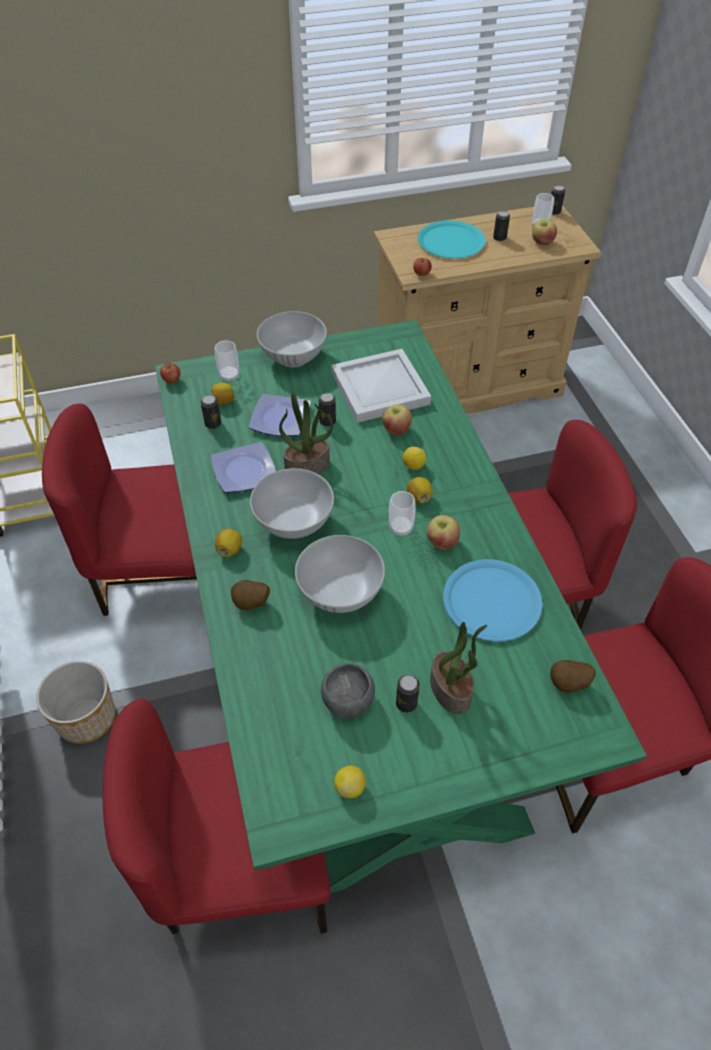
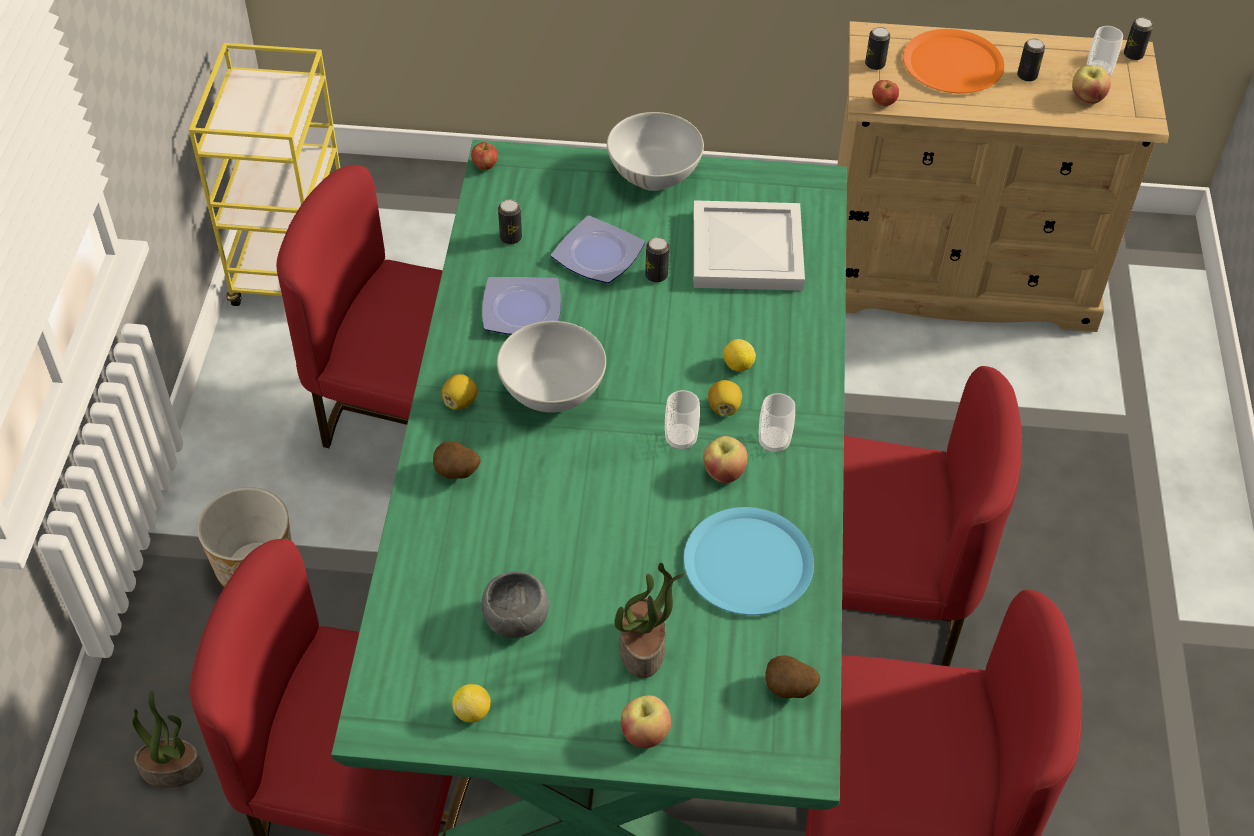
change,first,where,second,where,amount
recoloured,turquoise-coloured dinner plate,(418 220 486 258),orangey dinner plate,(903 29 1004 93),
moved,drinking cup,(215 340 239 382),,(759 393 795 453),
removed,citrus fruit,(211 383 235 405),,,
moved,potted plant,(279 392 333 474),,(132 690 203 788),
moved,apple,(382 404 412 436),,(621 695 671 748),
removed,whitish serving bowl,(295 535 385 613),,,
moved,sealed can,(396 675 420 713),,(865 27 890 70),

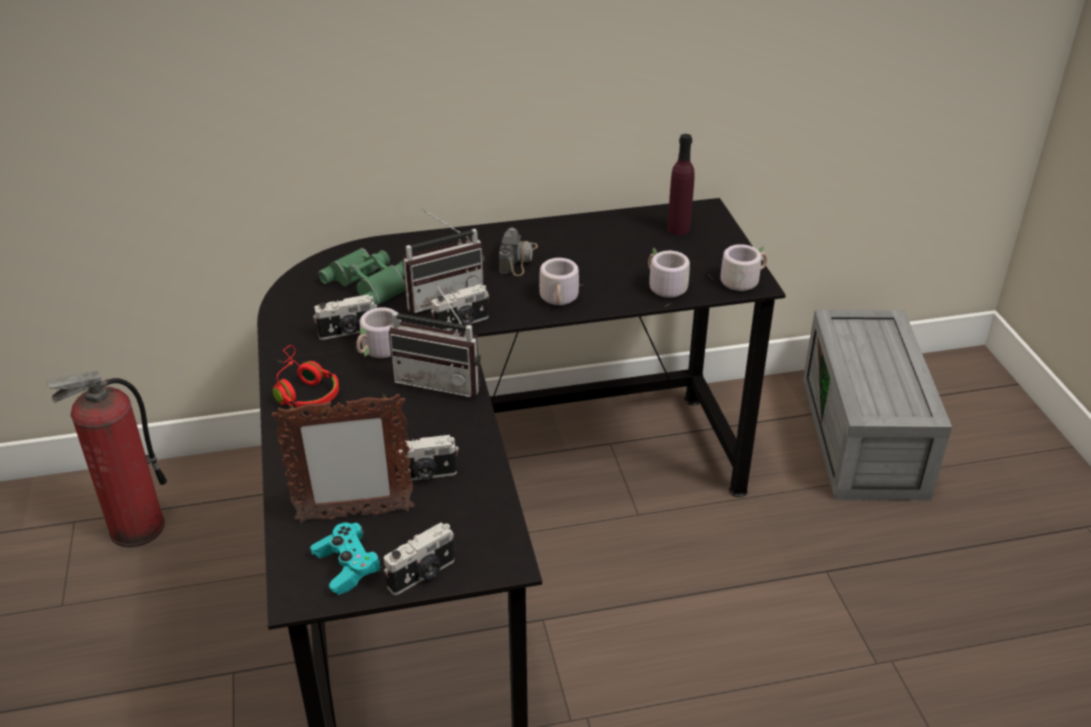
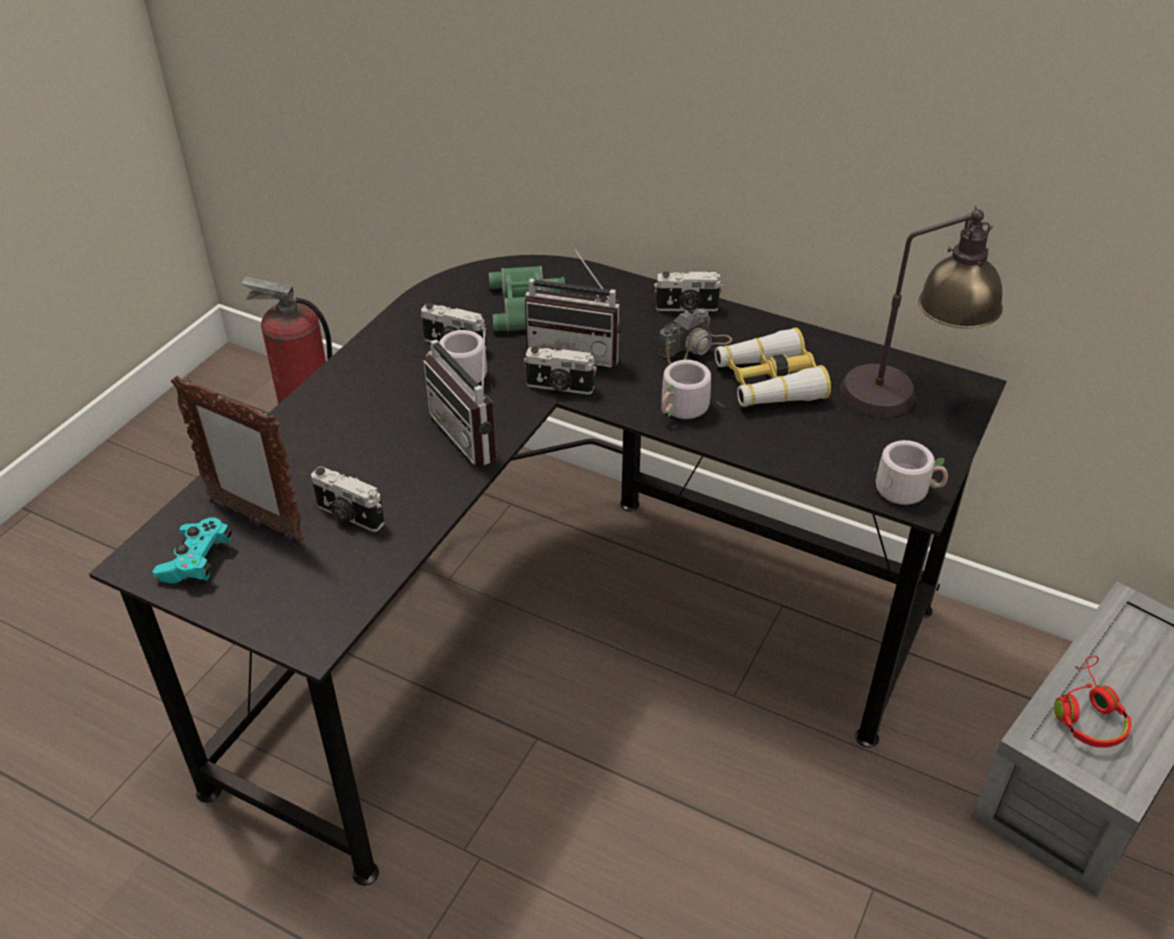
change,first,where,second,where,amount
replaced,purple drink bottle,(667 134 695 235),lamp for a table,(840 205 1003 418),
removed,gray tea mug,(648 248 690 306),,,
moved,reddish pair of headphones,(273 345 339 409),,(1054 656 1132 748),
moved,photo camera,(384 522 454 595),,(654 271 723 311),
added,,,pair of binoculars,(715 327 831 407),

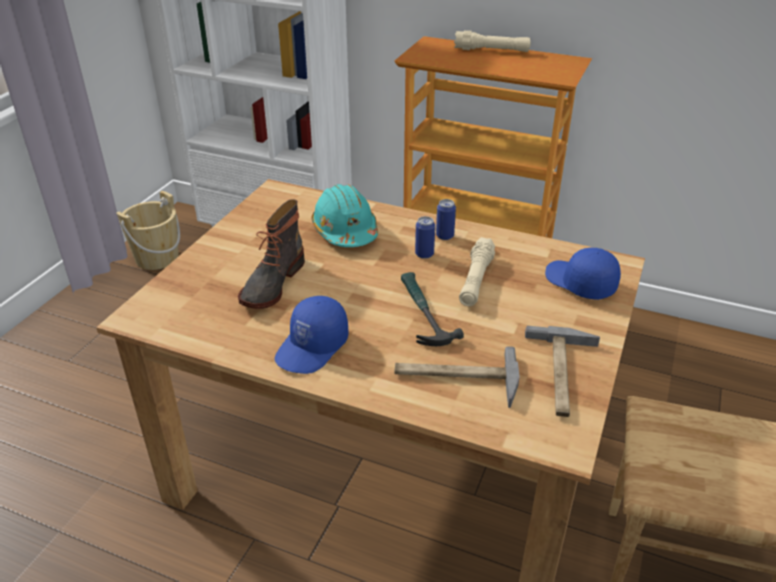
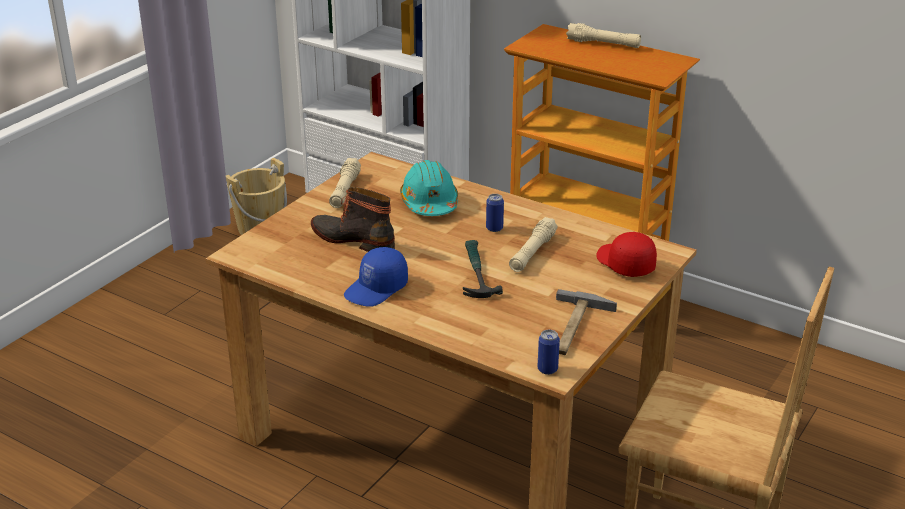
change,first,where,second,where,amount
turned,tall boot,(238 199 305 309),,(311 187 395 252),90 degrees clockwise
moved,sealed can,(436 199 456 240),,(537 330 560 375),
recoloured,blue baseball cap,(545 248 621 300),reddish baseball cap,(596 232 657 277),
removed,tool hammer,(395 346 520 408),,,
added,,,sand-coloured hand torch,(329 158 361 208),

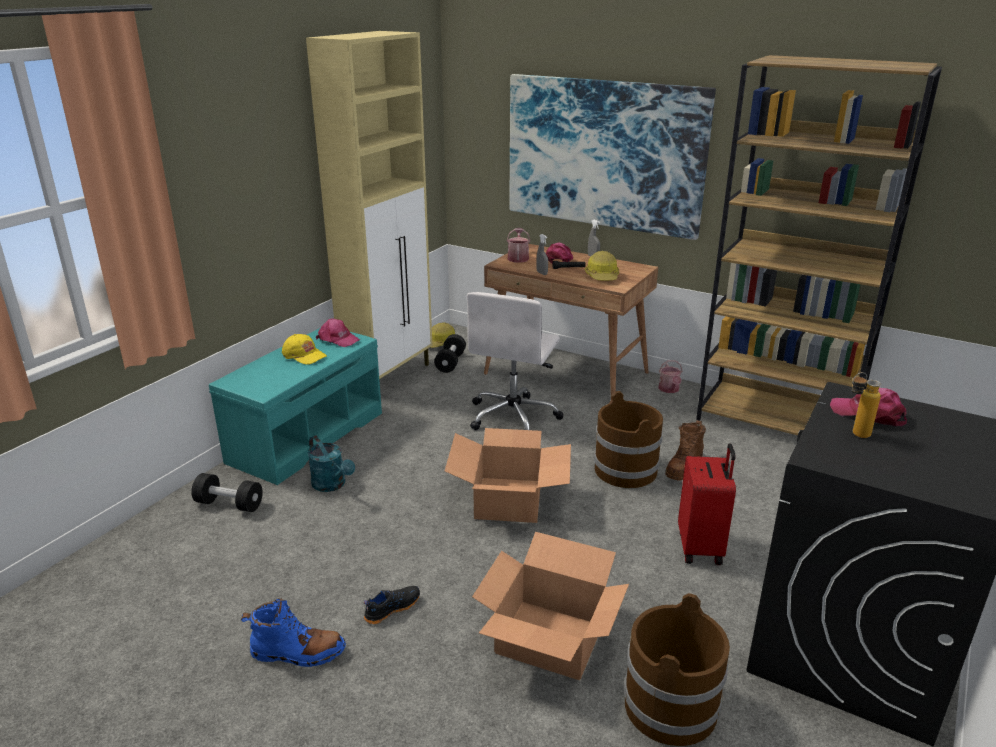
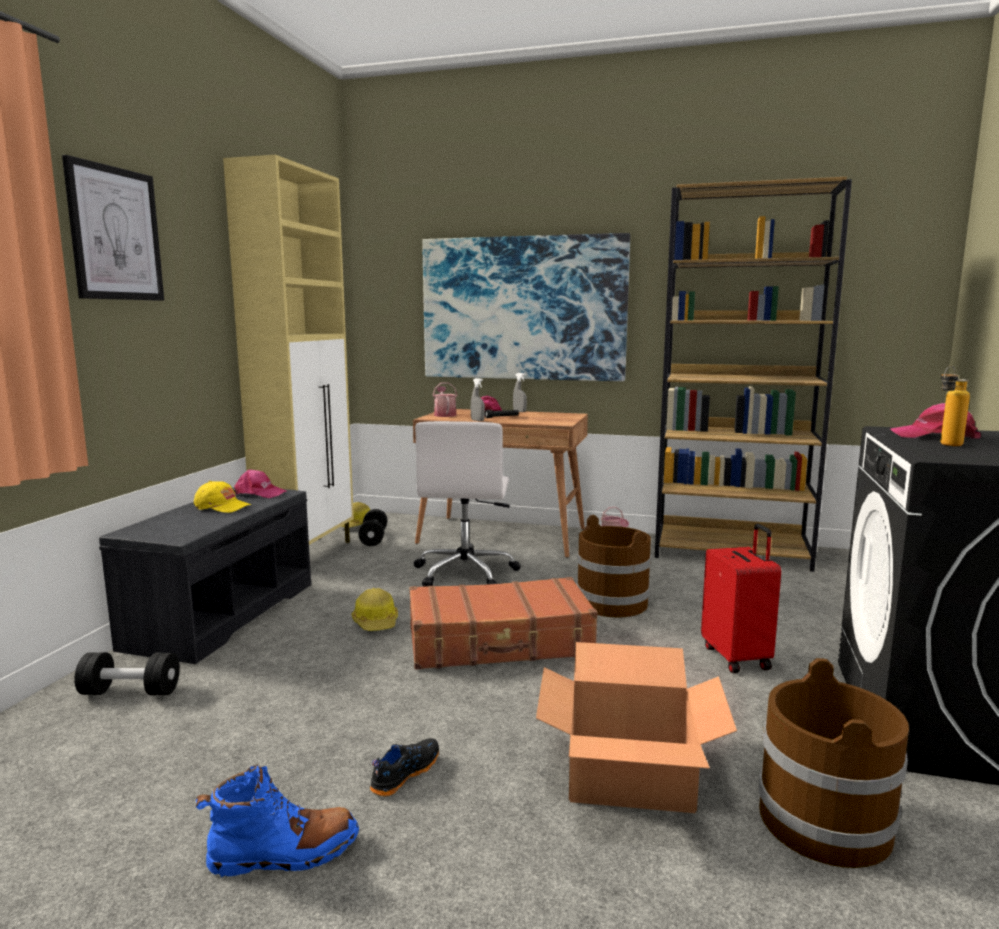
change,first,where,second,where,amount
moved,hard hat,(585 251 619 281),,(352 588 398 631),
recoloured,turquoise-coloured long seat,(209 328 382 485),gray long seat,(99 487 311 664),
removed,brown-coloured tall boot,(665 420 706 481),,,
replaced,carton,(445 428 571 523),brown-coloured piece of luggage,(409 577 597 670),
removed,turquoise-coloured watering pot,(308 435 355 492),,,
added,,,picture,(62 155 164 301),

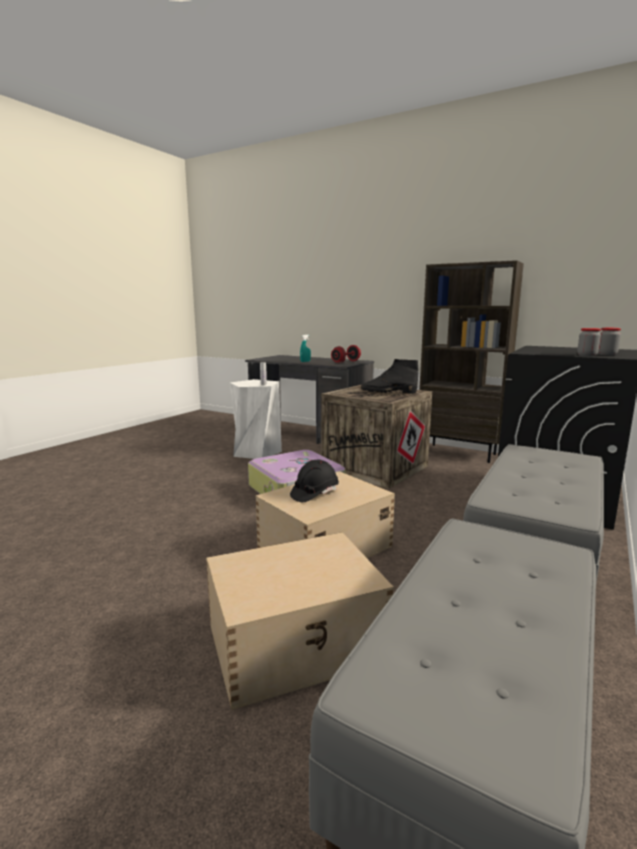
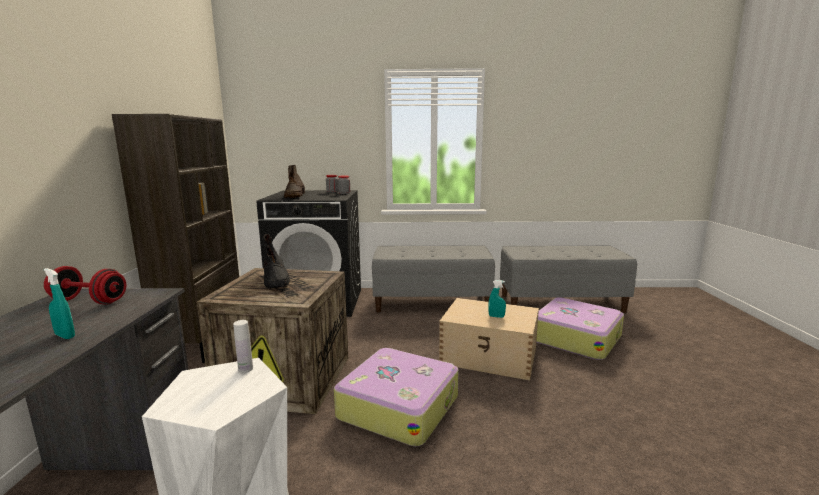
change,first,where,second,where,amount
replaced,black hard hat,(290 460 339 502),turquoise-coloured hand sprayer,(488 280 506 318),
replaced,sand-coloured storage bin,(206 532 394 710),piece of luggage,(536 297 624 360),
added,,,brown-coloured tall boot,(284 165 305 198),

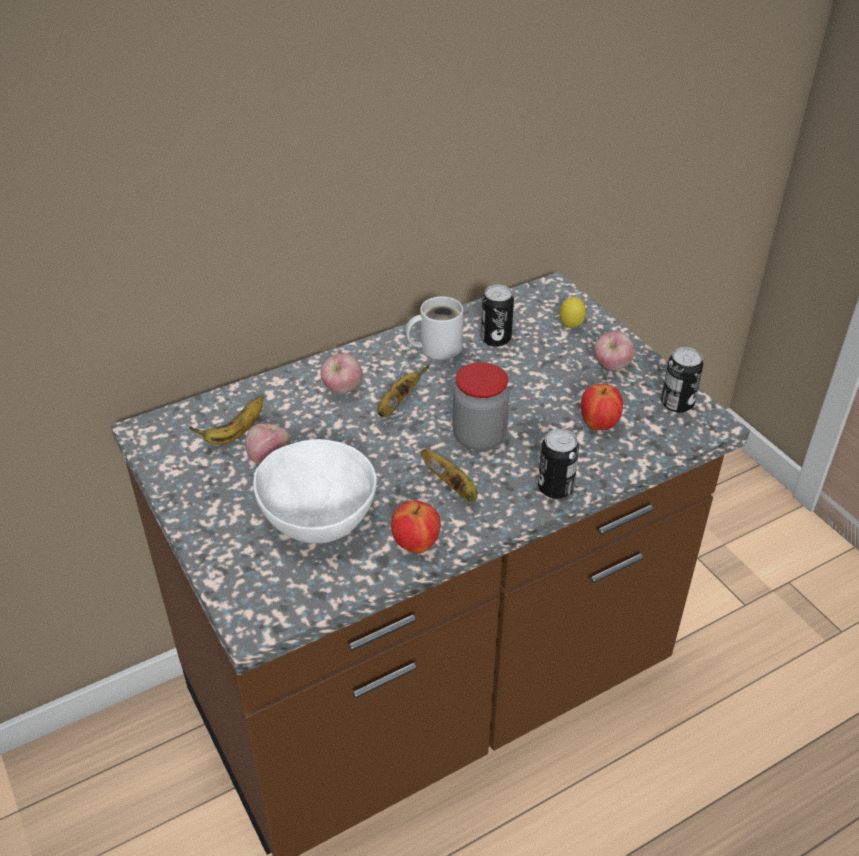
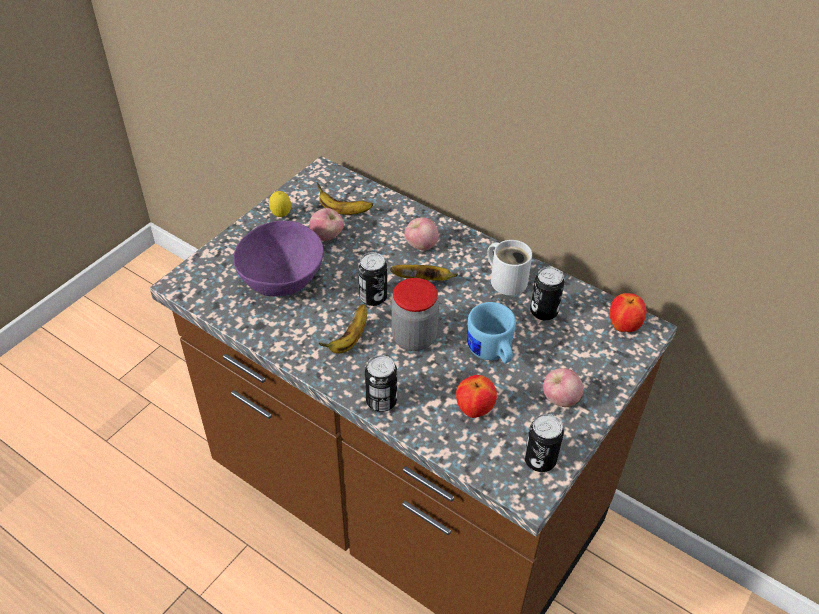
change,first,where,second,where,amount
moved,citrus fruit,(560 297 586 328),,(269 191 291 217),
recoloured,whitish serving bowl,(253 439 376 543),purple serving bowl,(233 221 324 296),
moved,apple,(391 500 441 554),,(610 293 646 332),
added,,,sealed can,(358 252 387 306),
added,,,blue tea mug,(467 302 516 363),

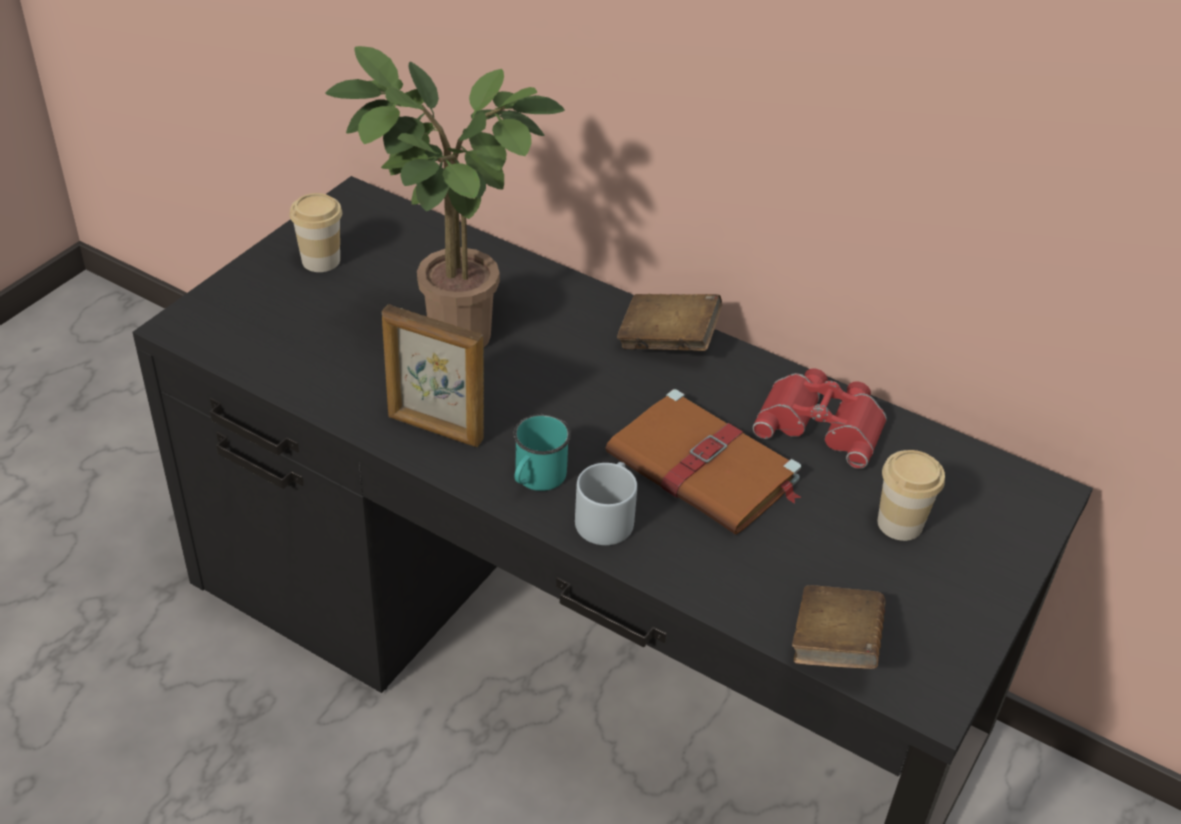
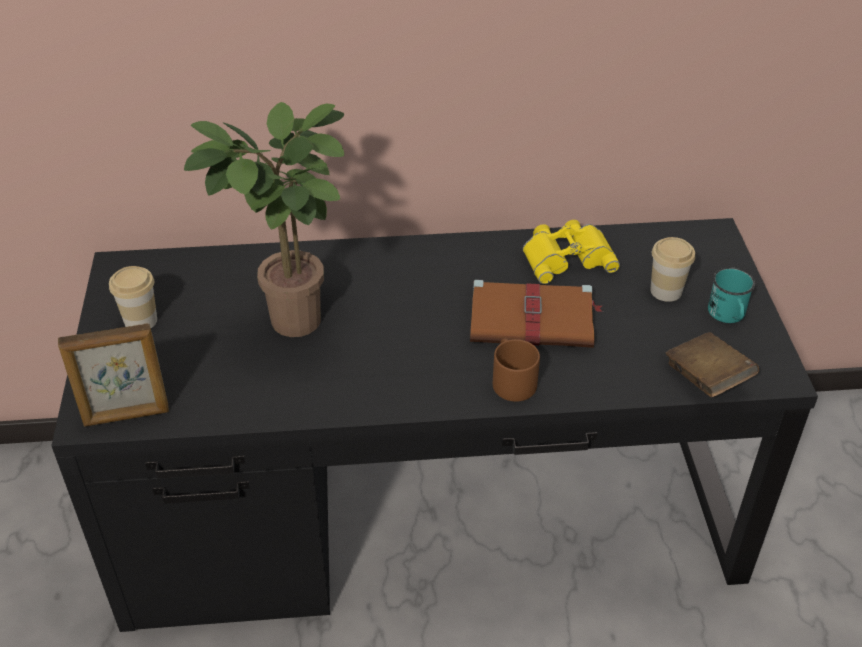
change,first,where,second,where,amount
removed,brown-coloured bound book,(617 294 722 351),,,
moved,photo frame,(382 304 484 447),,(58 323 169 426),
recoloured,reddish pair of binoculars,(753 368 887 469),yellow pair of binoculars,(523 220 620 284),
moved,turquoise-coloured tea mug,(514 414 571 491),,(708 268 755 323),
recoloured,gray tea mug,(575 462 637 545),brown-coloured tea mug,(493 338 540 402),

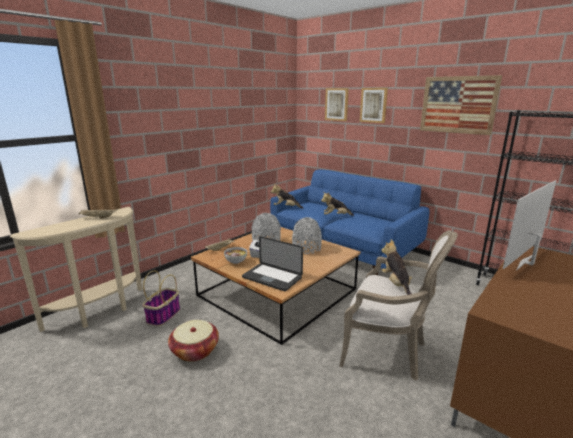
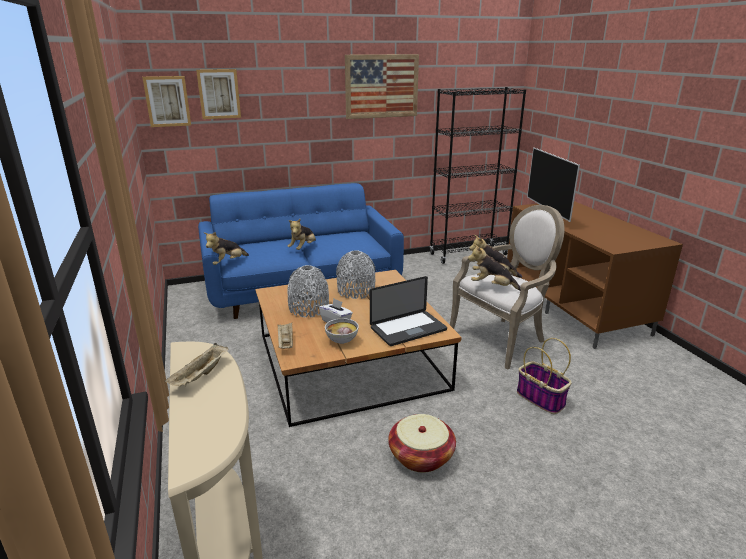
change,first,where,second,where,amount
moved,picture,(360 88 388 123),,(142 76 191 127),
moved,storage basket,(142 271 180 326),,(517 338 572 414),
added,,,plush toy,(468 244 521 291),

